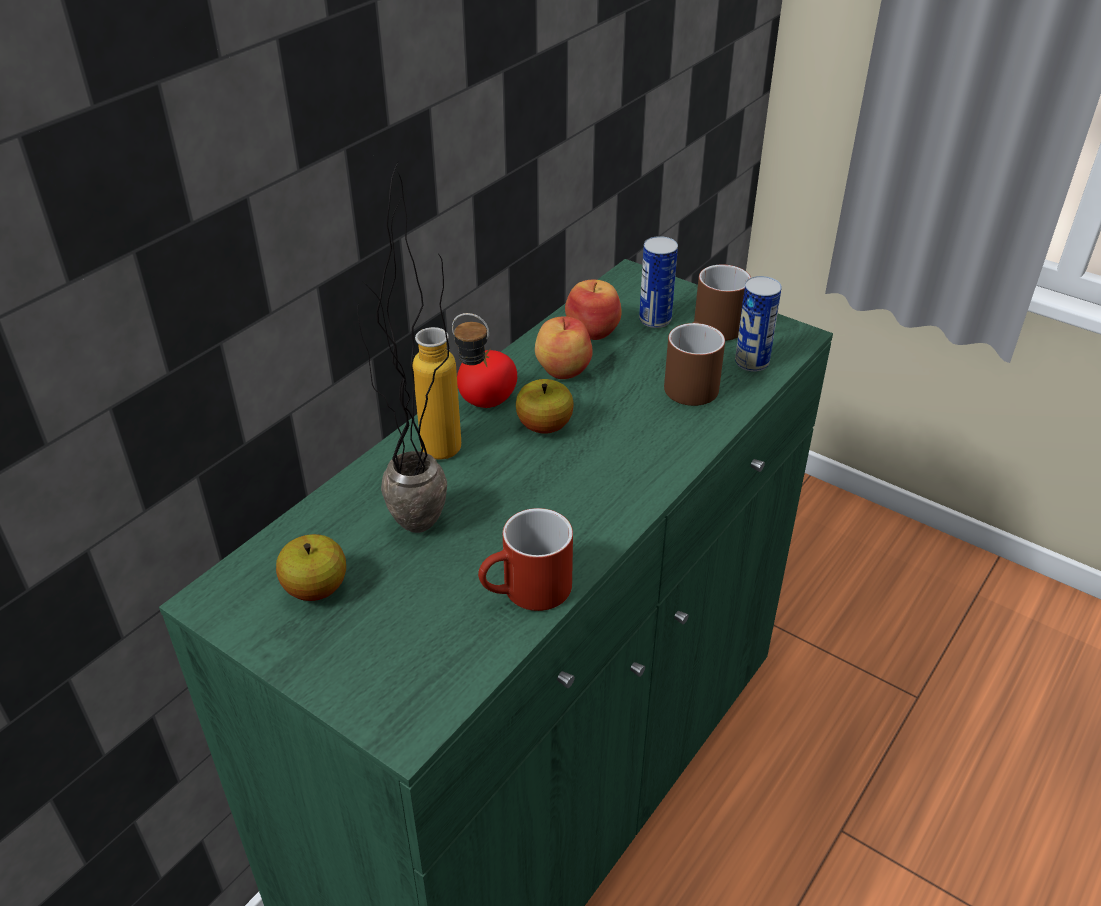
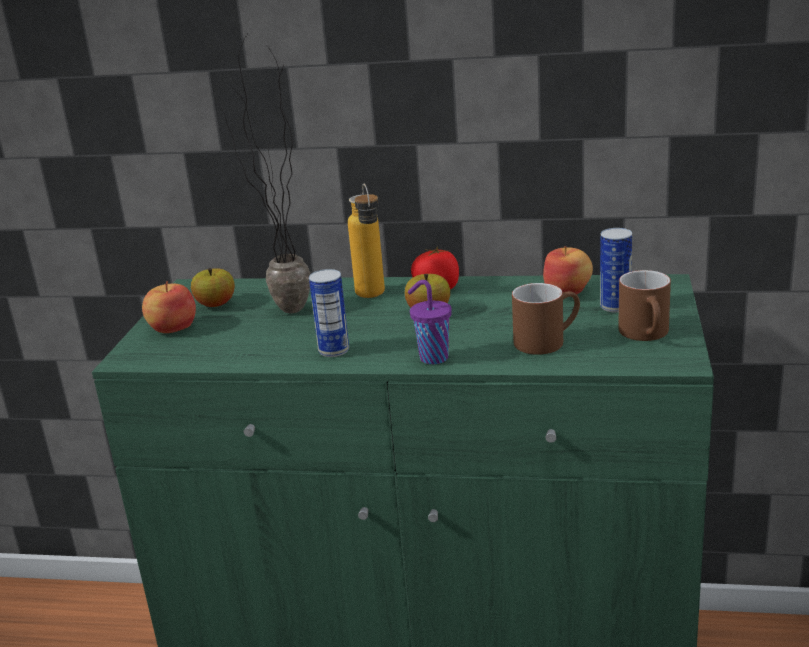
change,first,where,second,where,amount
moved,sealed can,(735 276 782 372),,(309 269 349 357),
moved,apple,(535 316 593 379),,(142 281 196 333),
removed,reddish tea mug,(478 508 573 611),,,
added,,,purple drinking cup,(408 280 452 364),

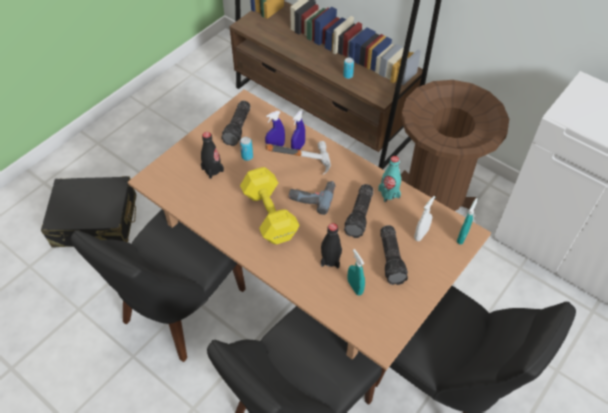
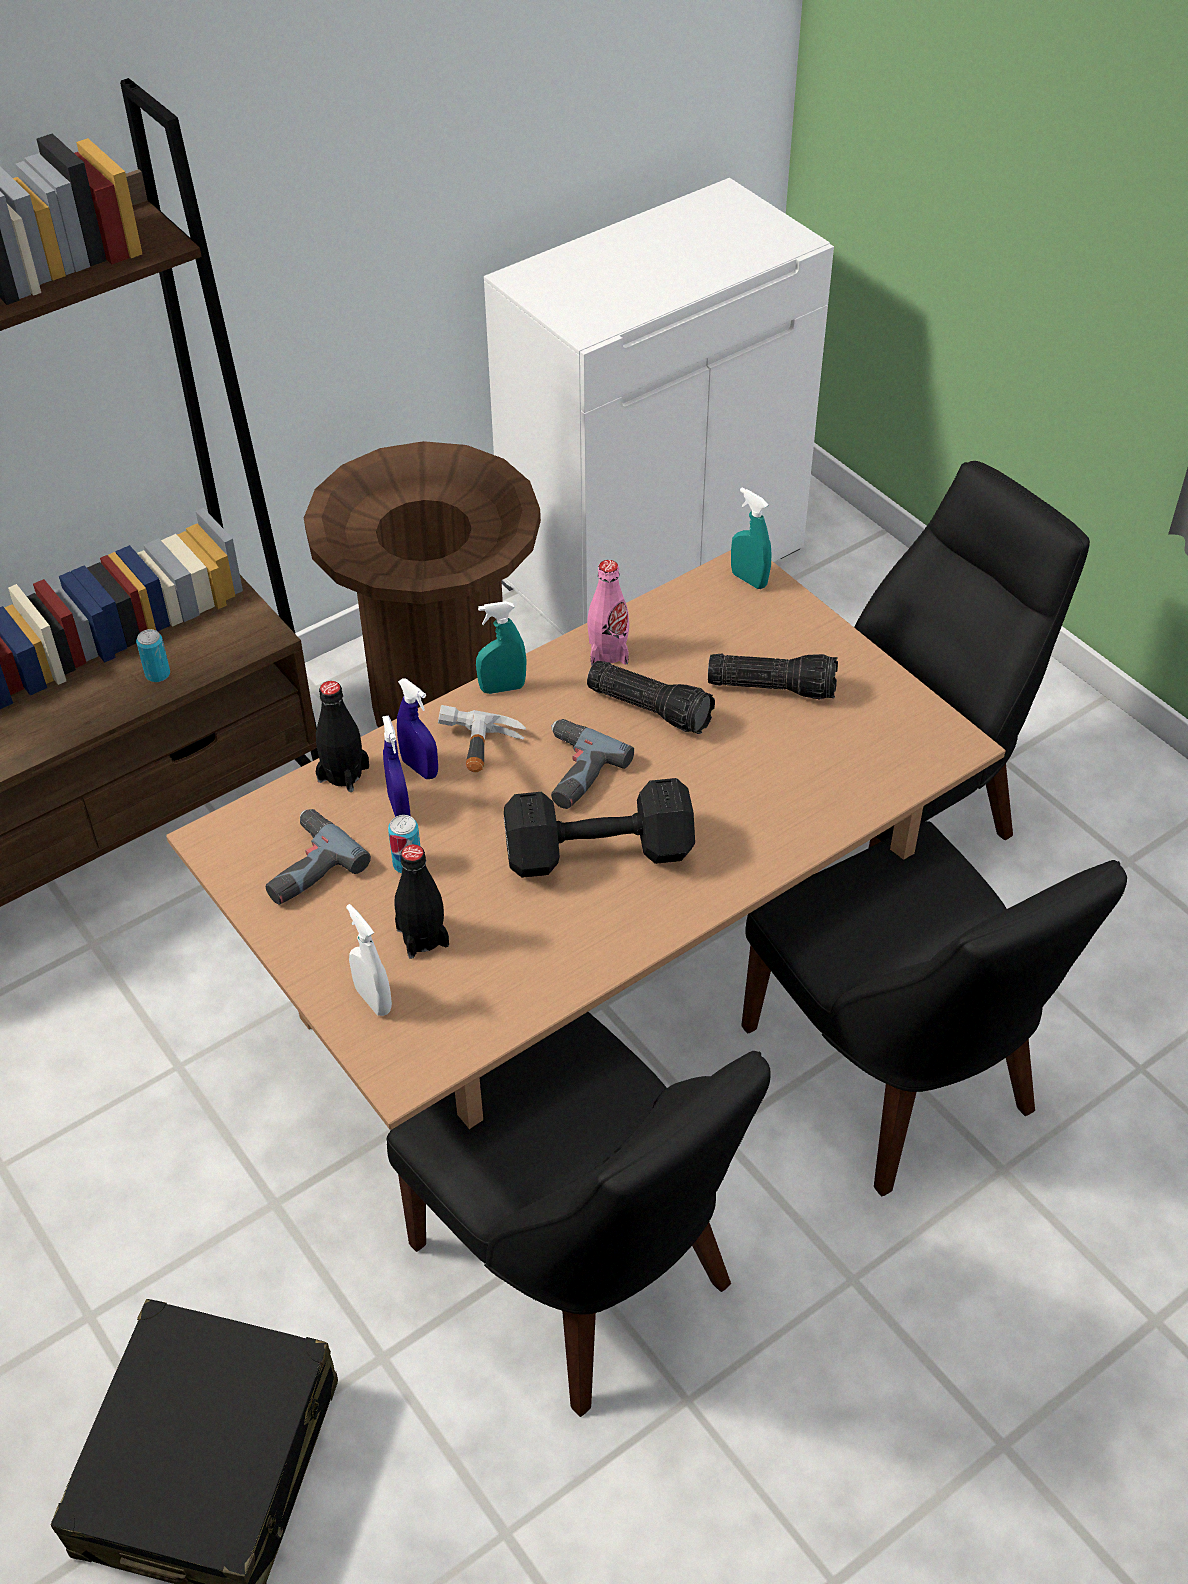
change,first,where,second,where,amount
replaced,hand torch,(221 101 250 146),electric drill,(266 809 371 905),
recoloured,turquoise-coloured drink bottle,(378 156 401 202),pinkish drink bottle,(587 560 629 665),
recoloured,yellow hand weight,(240 167 300 244),black hand weight,(504 778 695 878),
moved,whitish hand sprayer,(414 196 435 241),,(346 904 392 1016),
moved,black drink bottle,(321 223 342 268),,(316 681 369 792),
moved,turquoise-coloured hand sprayer,(347 249 365 296),,(476 601 527 694),

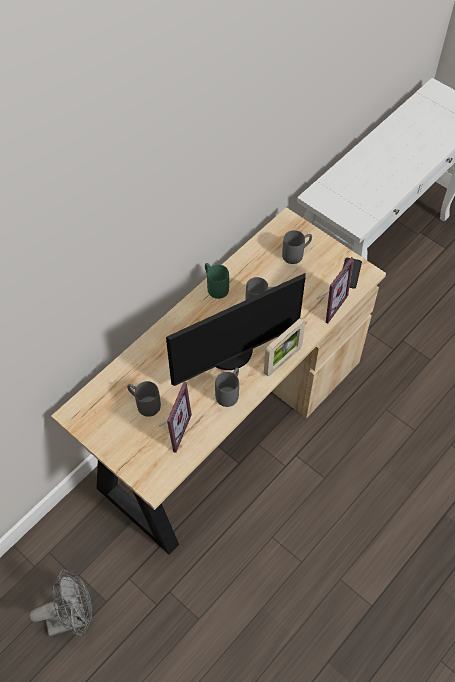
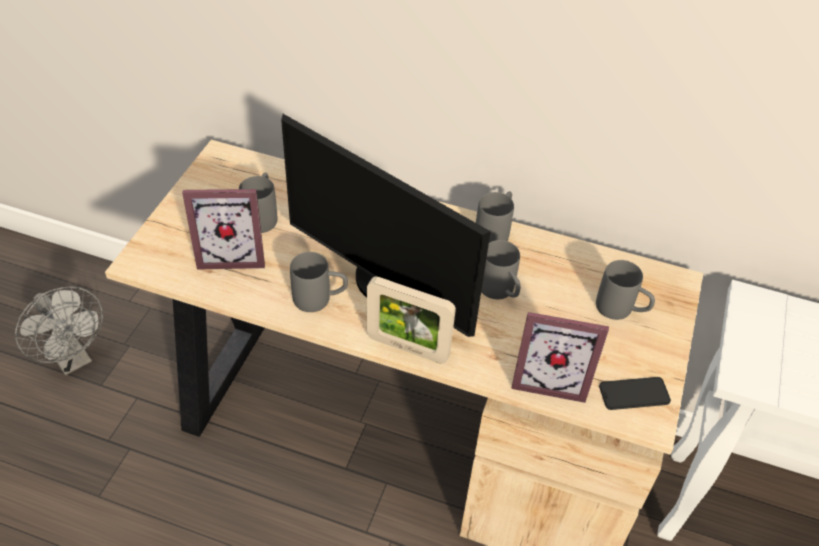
change,first,where,second,where,amount
recoloured,green tea mug,(205 263 229 299),gray tea mug,(476 191 514 243),

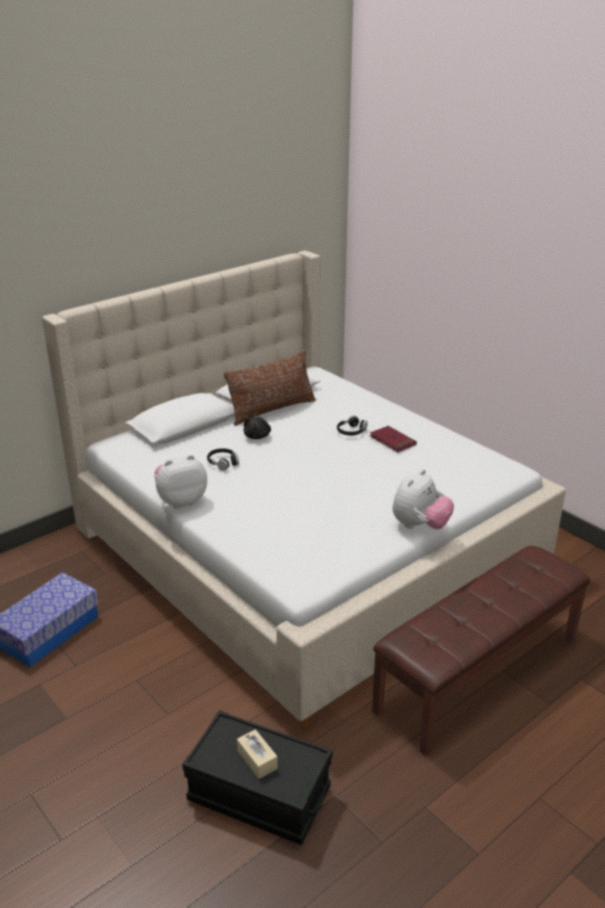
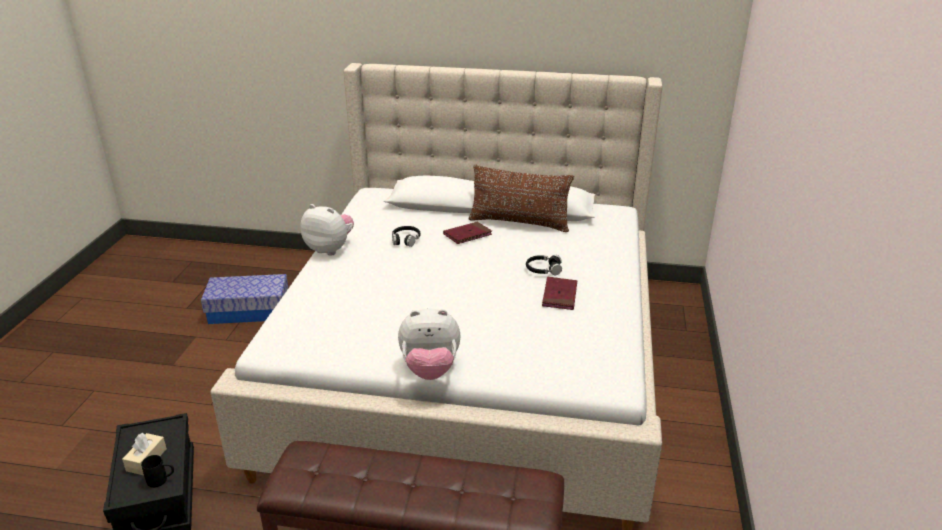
change,first,where,second,where,amount
replaced,black plush toy,(244 417 271 439),reddish bound book,(443 222 492 244),
added,,,black tea mug,(141 455 174 488),

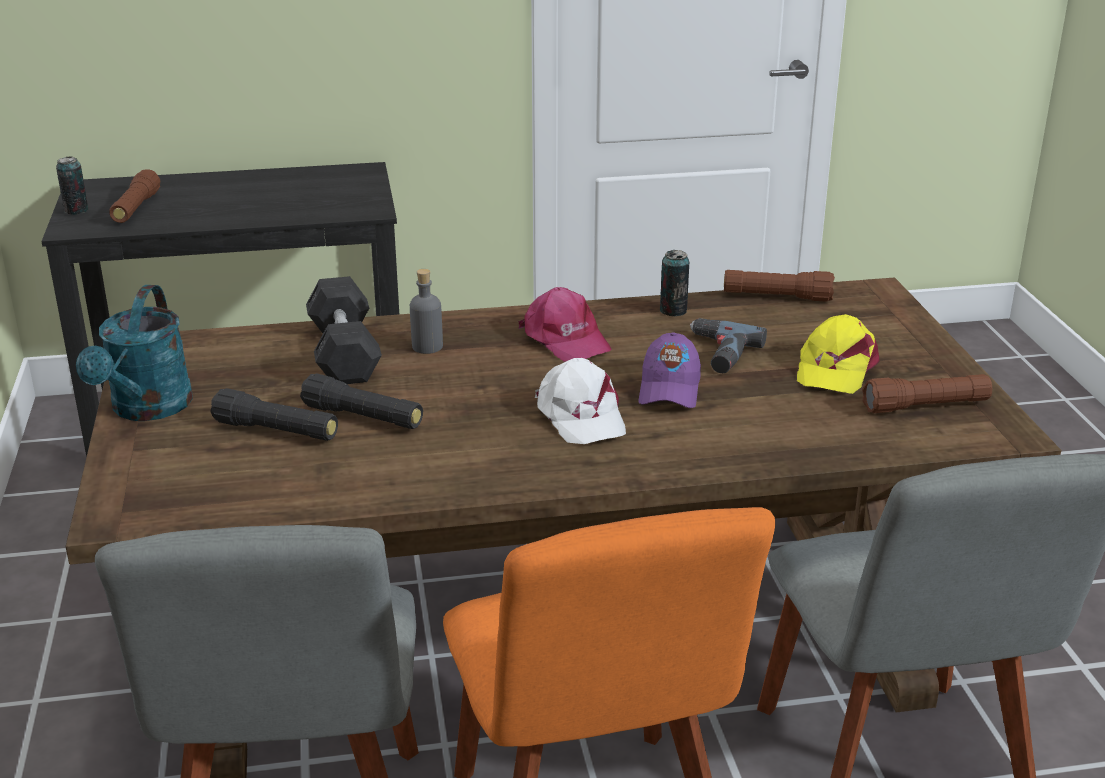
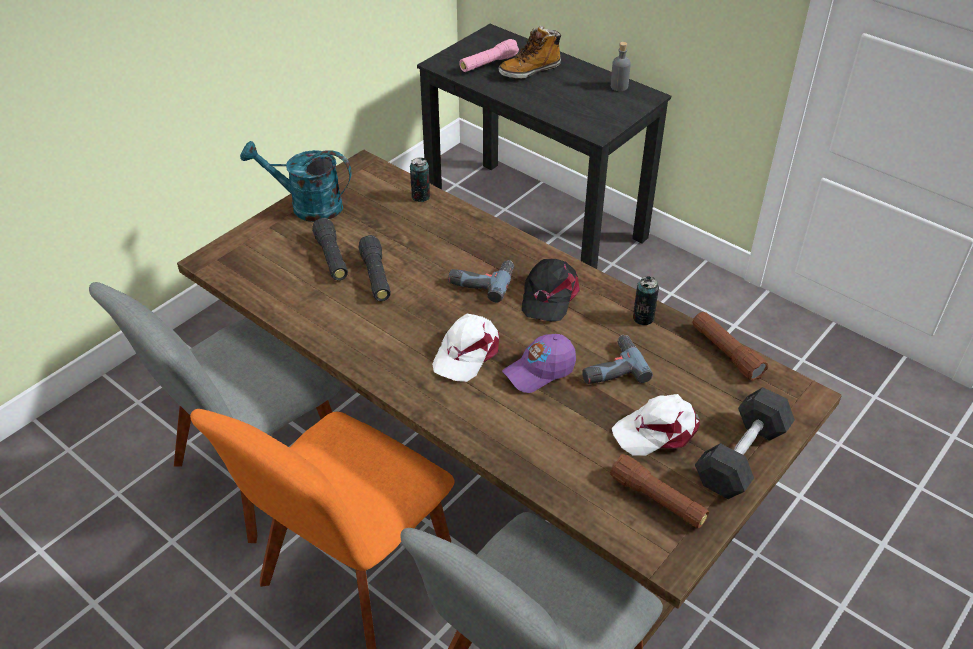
change,first,where,second,where,amount
moved,sealed can,(56 156 88 215),,(410 157 430 202),
recoloured,brown-coloured hand torch,(109 169 160 223),pinkish hand torch,(459 39 519 72),
moved,gray drink bottle,(410 269 443 354),,(611 42 631 91),
moved,gray hand weight,(306 276 382 384),,(695 387 795 499),
turned,turquoise-coloured watering pot,(76 285 193 421),,(240 141 352 222),45 degrees clockwise
recoloured,pinkish baseball cap,(518 287 612 362),black baseball cap,(522 259 580 321),
recoloured,yellow baseball cap,(797 314 880 394),whitish baseball cap,(612 394 700 456),
added,,,tall boot,(499 26 562 79),
added,,,electric drill,(448 260 514 302),

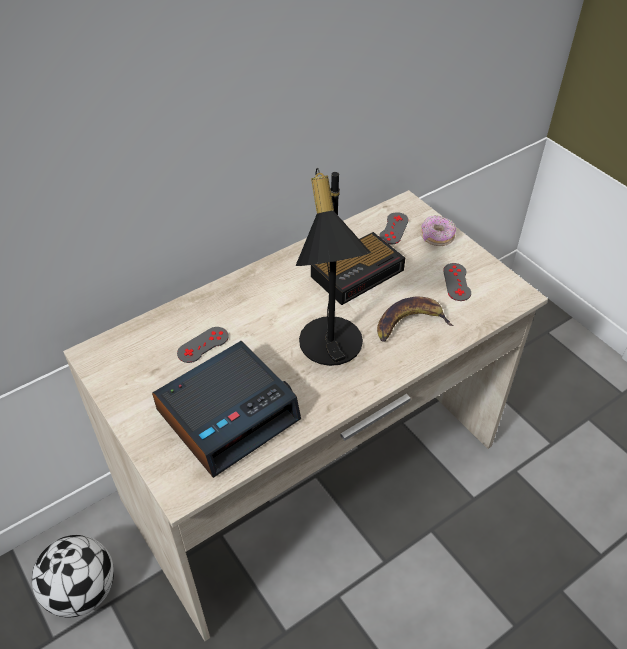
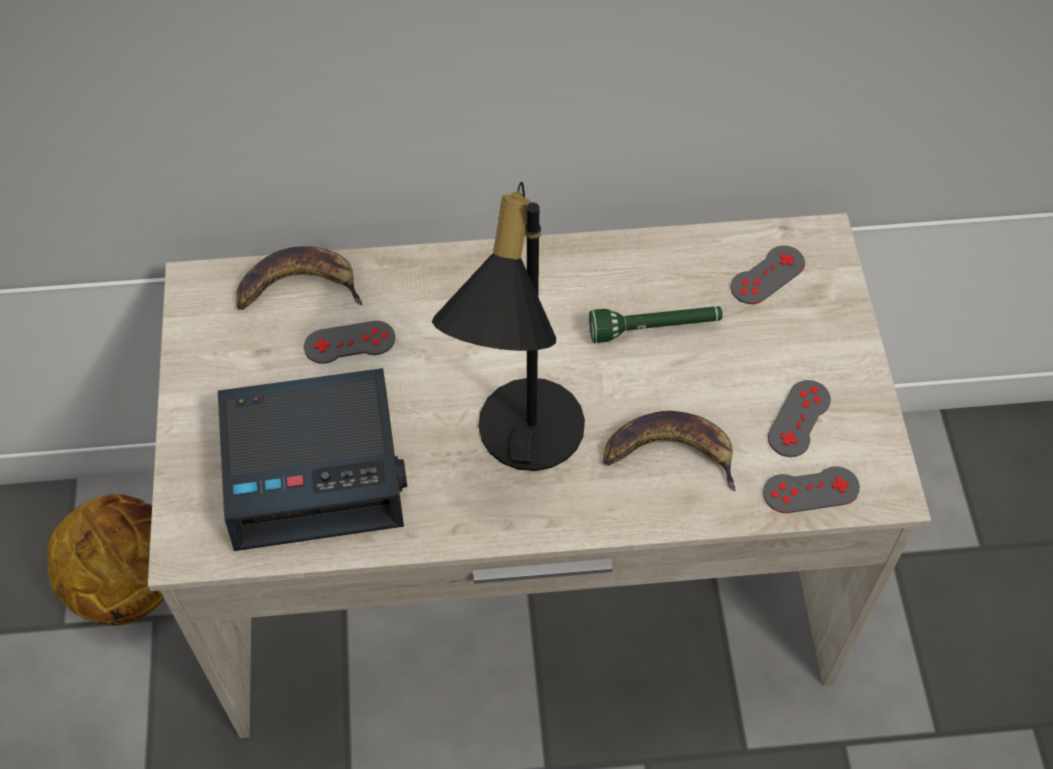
change,first,where,second,where,amount
removed,donut,(421 215 456 246),,,
replaced,bedside clock,(311 232 405 305),green hand torch,(589 306 723 343),
replaced,ball for football,(32 535 114 618),basketball ball,(47 494 164 626),
added,,,banana,(236 246 363 310),
added,,,gray joypad,(763 466 860 513),

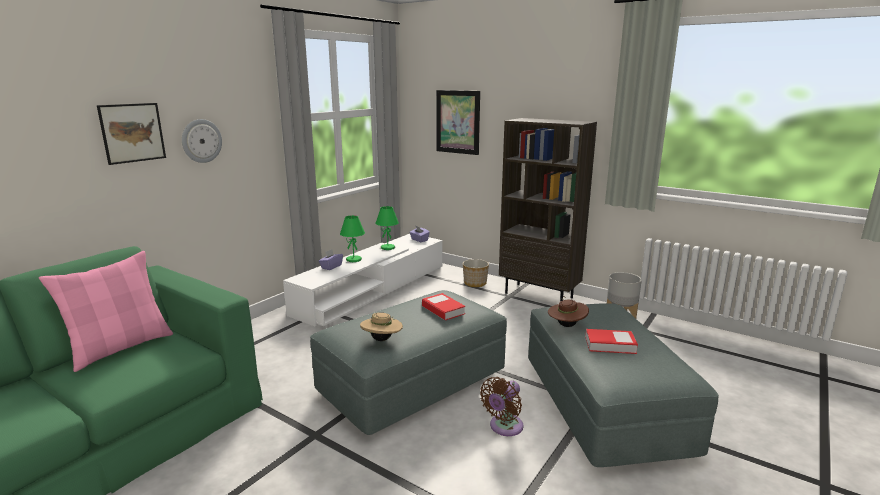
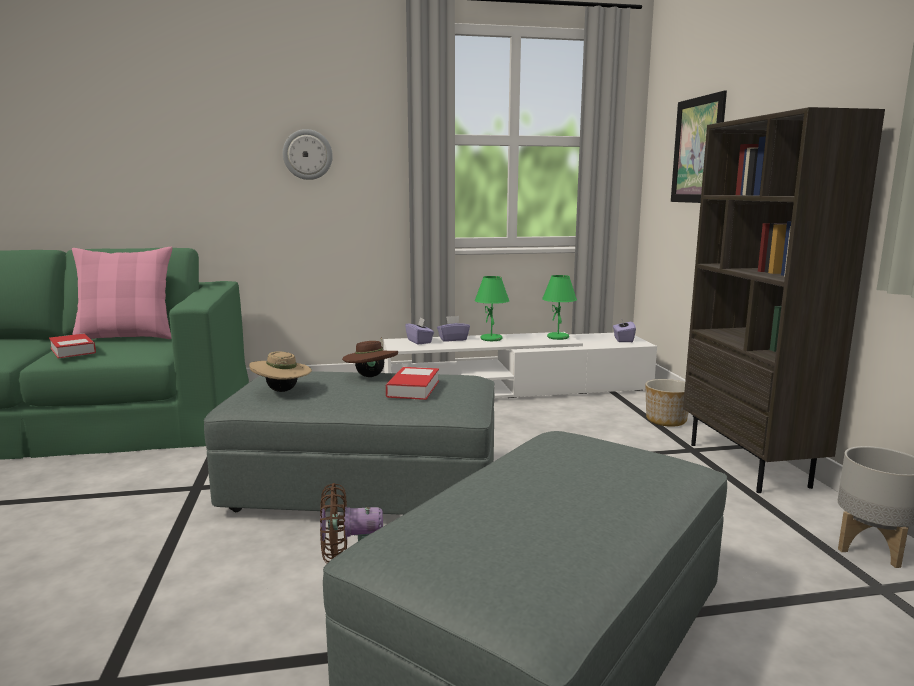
change,first,where,second,where,amount
removed,picture,(97 103 166 165),,,
moved,brown-coloured wearable hat,(548 298 589 327),,(342 338 398 377),
moved,bound book,(585 329 638 354),,(49 334 96 358),
added,,,purple tissue box,(405 317 434 345),

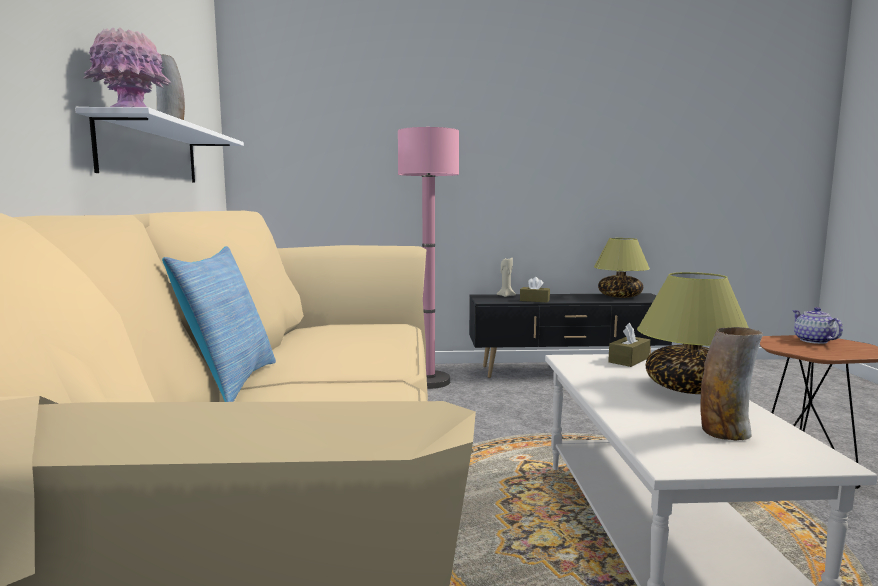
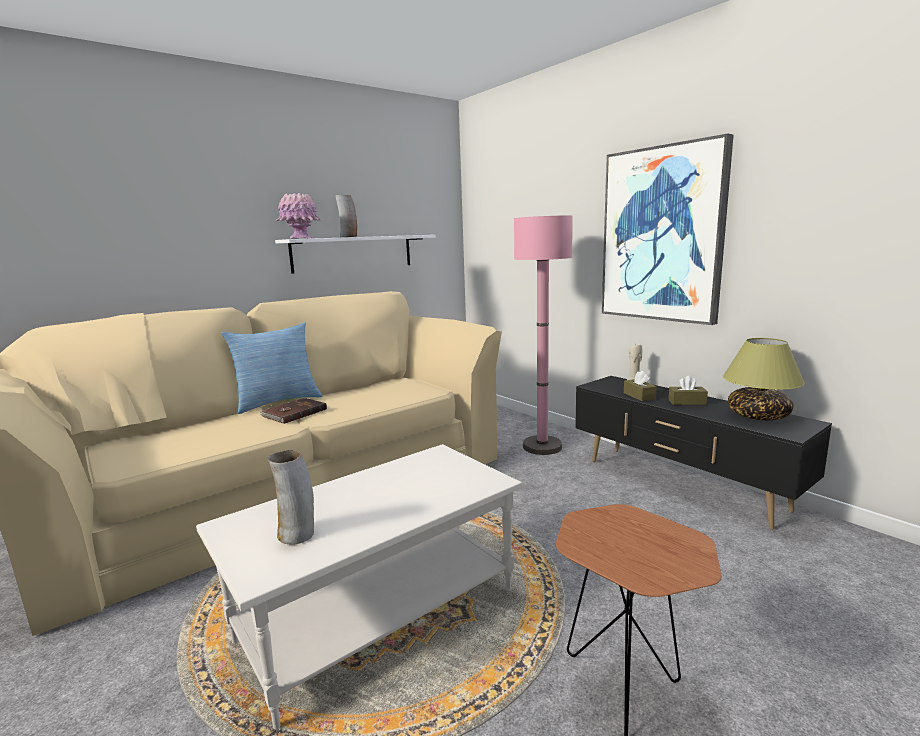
change,first,where,second,where,amount
removed,lamp for a table,(637 272 749 394),,,
removed,teapot,(792 307 843 344),,,
moved,brown-coloured tissue box,(608 323 650 367),,(668 376 708 405),
added,,,picture,(602 134 734 325),
added,,,brown-coloured bound book,(260 398 327 424),

